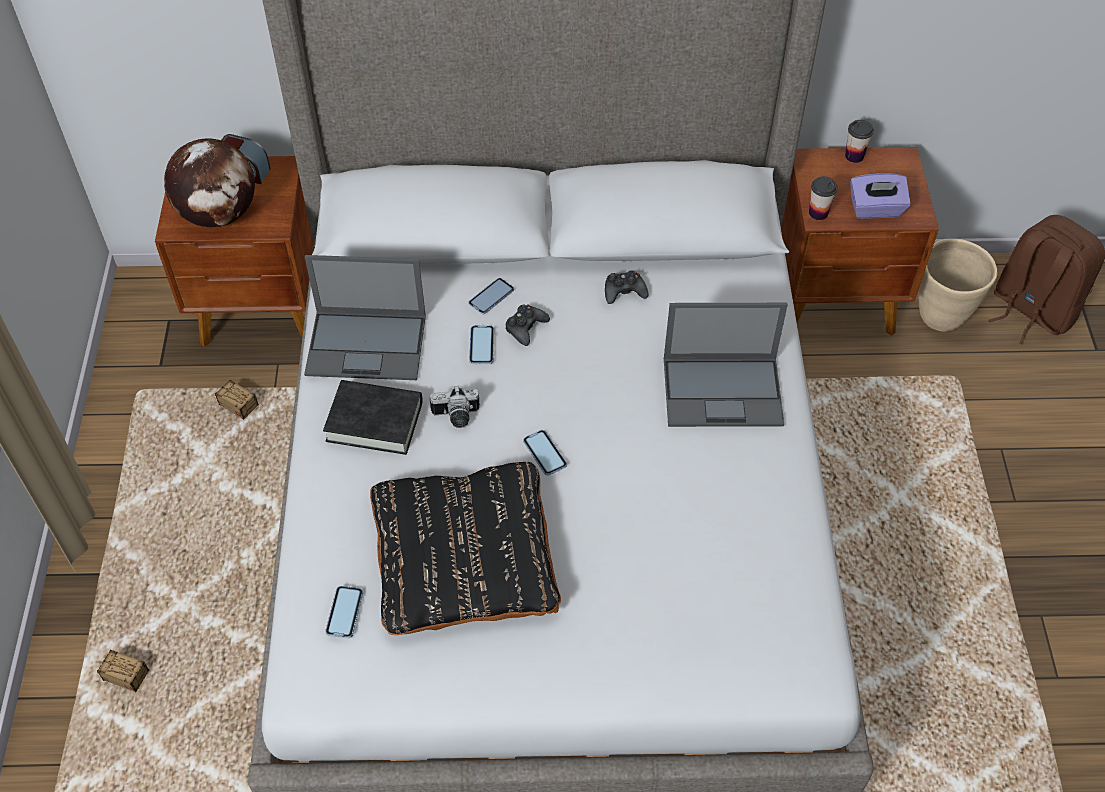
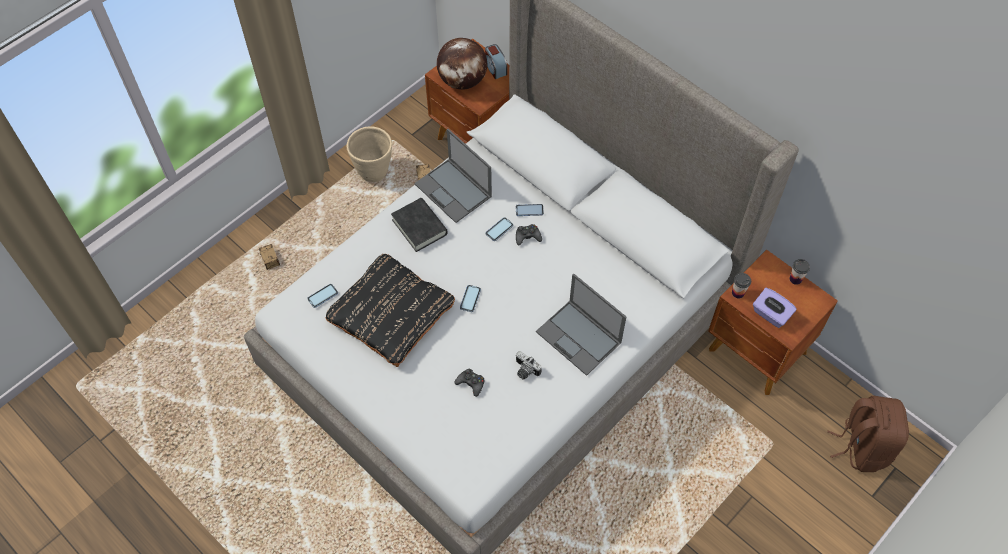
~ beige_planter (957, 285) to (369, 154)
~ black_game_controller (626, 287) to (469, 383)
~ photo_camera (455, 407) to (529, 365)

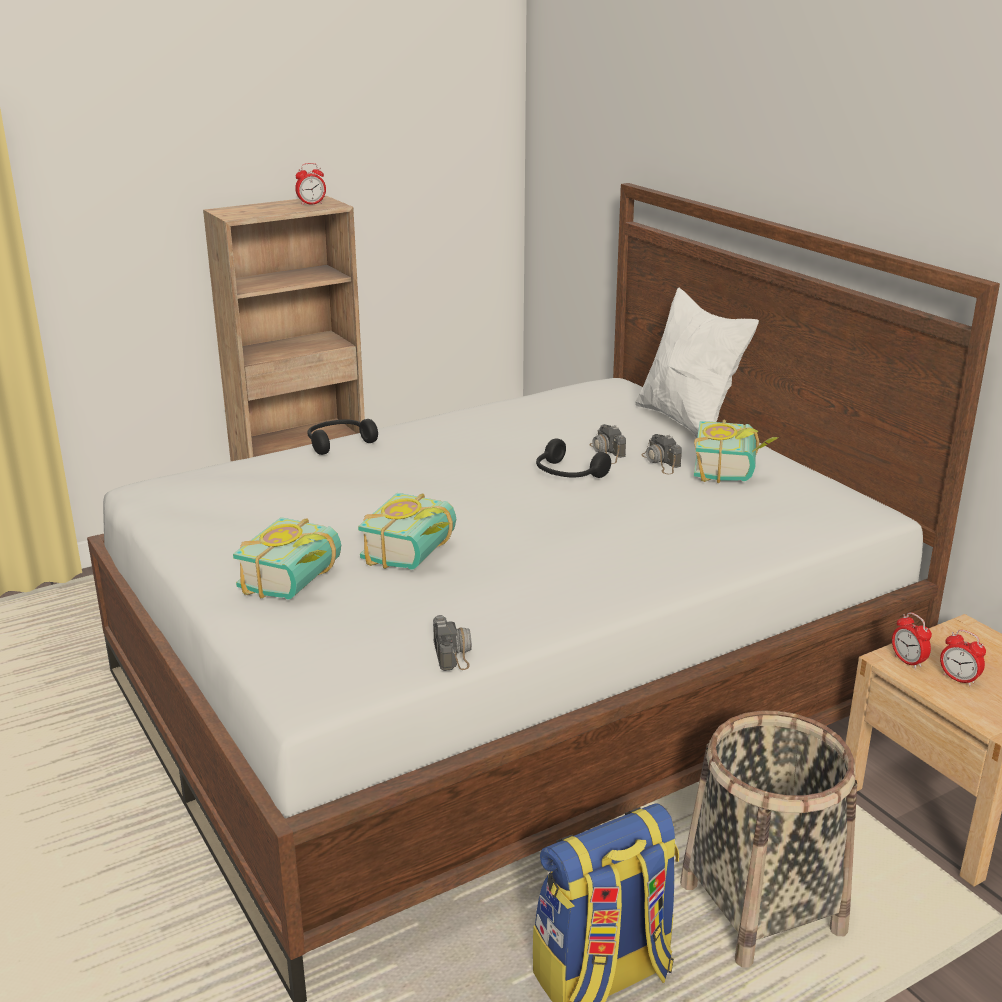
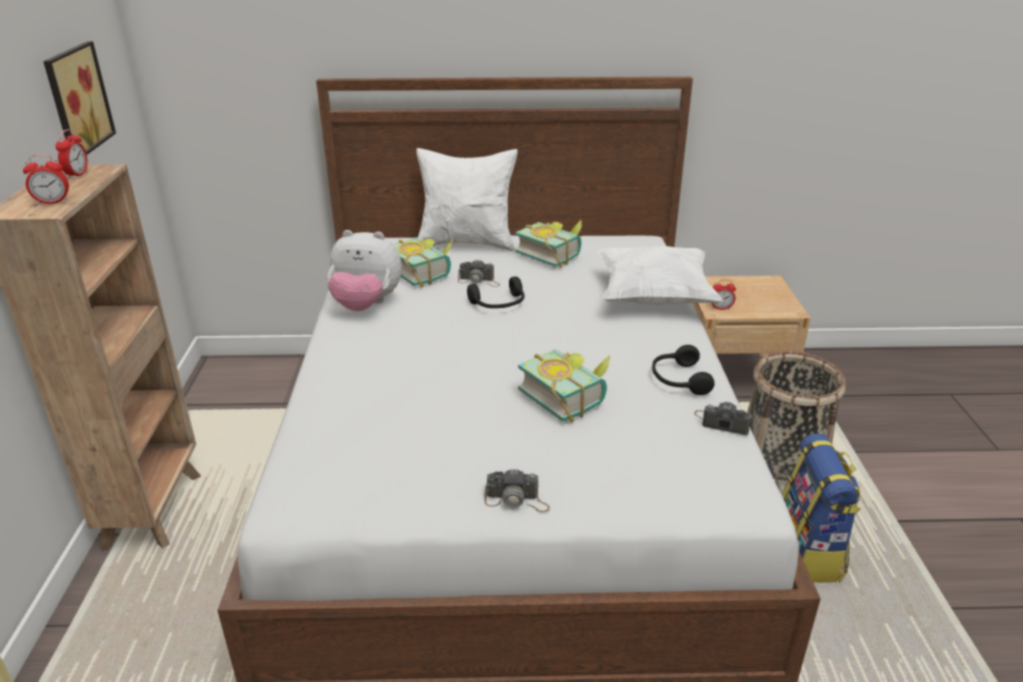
~ black_headphones (342, 437) to (683, 370)
~ photo_camera (661, 454) to (517, 490)
~ book (287, 558) to (424, 262)
~ alarm_clock (963, 658) to (46, 179)
+ picture (79, 98)
+ plush_toy (364, 270)
+ white_pillow (660, 275)

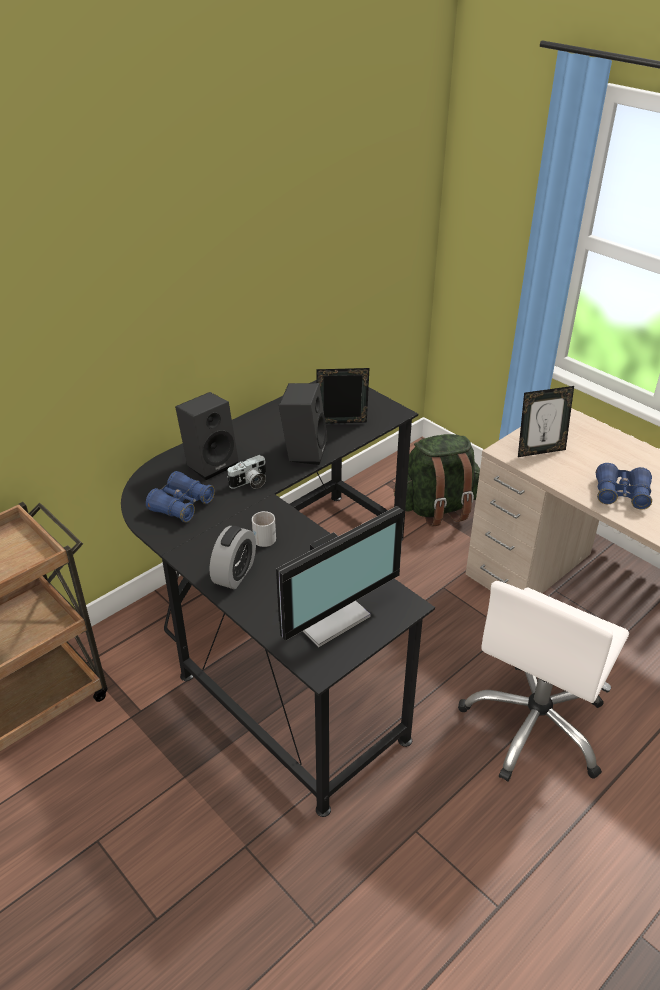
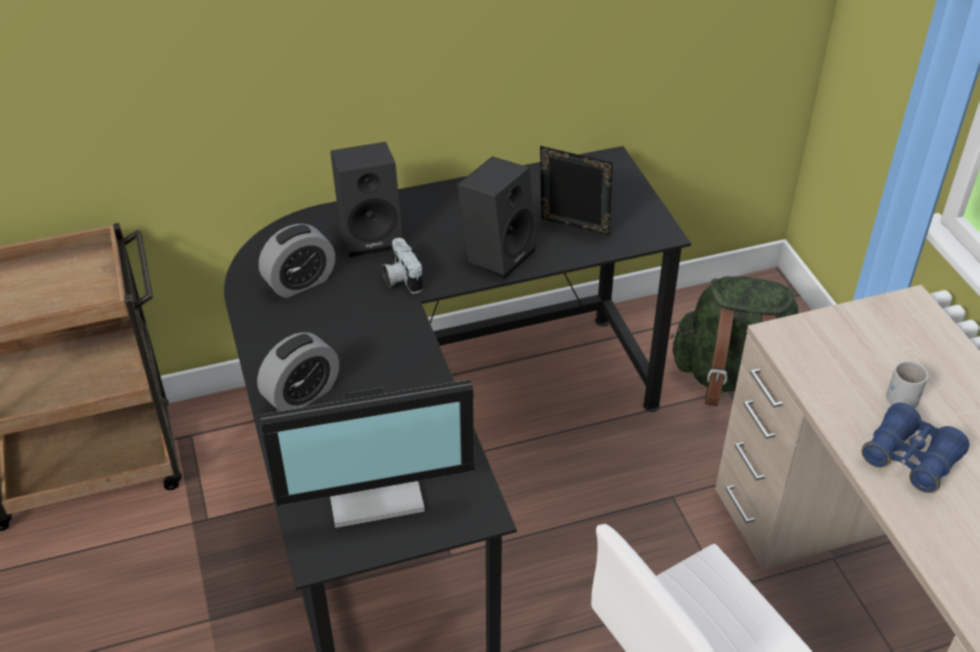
- picture_frame (546, 421)
~ photo_camera (246, 472) = (402, 265) 75 degrees clockwise
~ blue_binoculars (180, 496) to alarm_clock (297, 261)
~ white_mug (264, 529) to (907, 384)

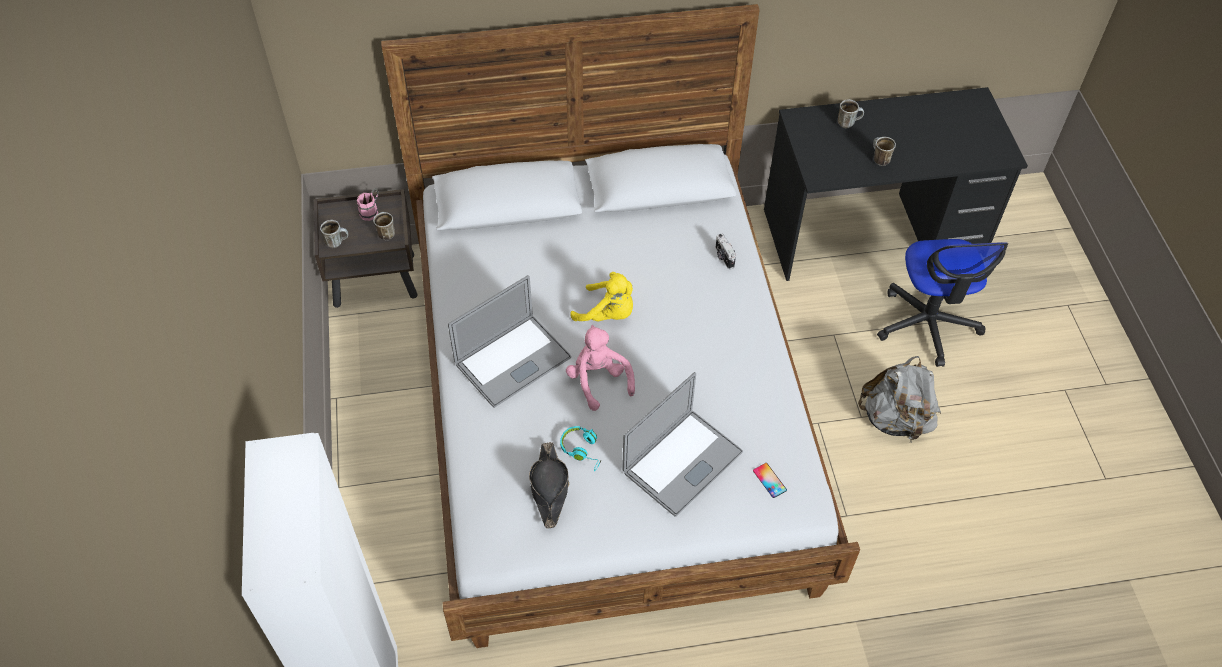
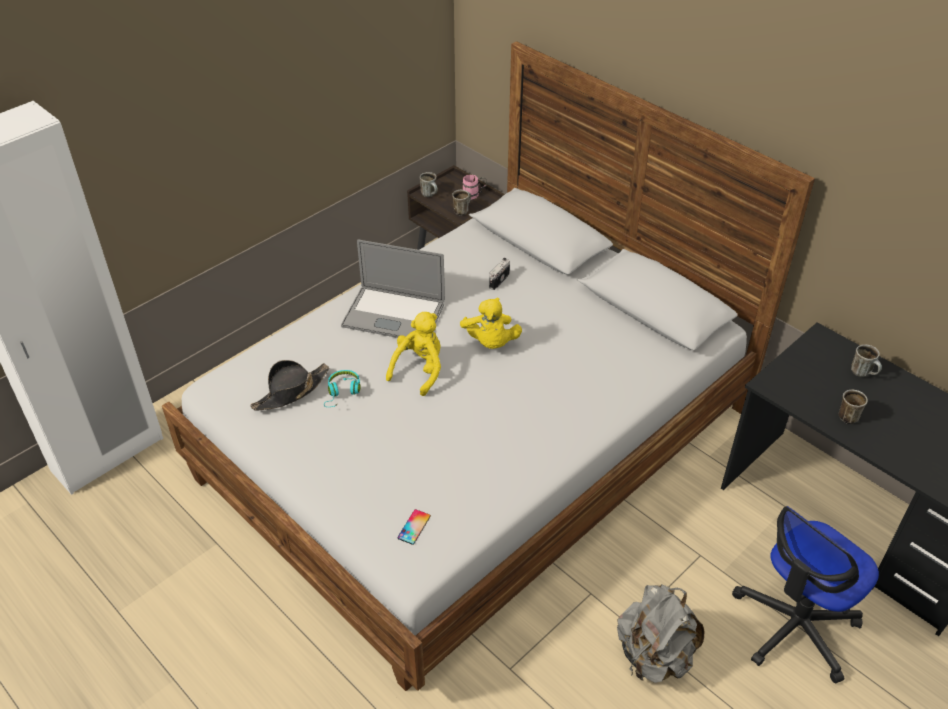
~ photo_camera (725, 251) to (499, 274)
~ pink_plush_toy (600, 368) to yellow_plush_toy (413, 354)
- laptop (682, 444)

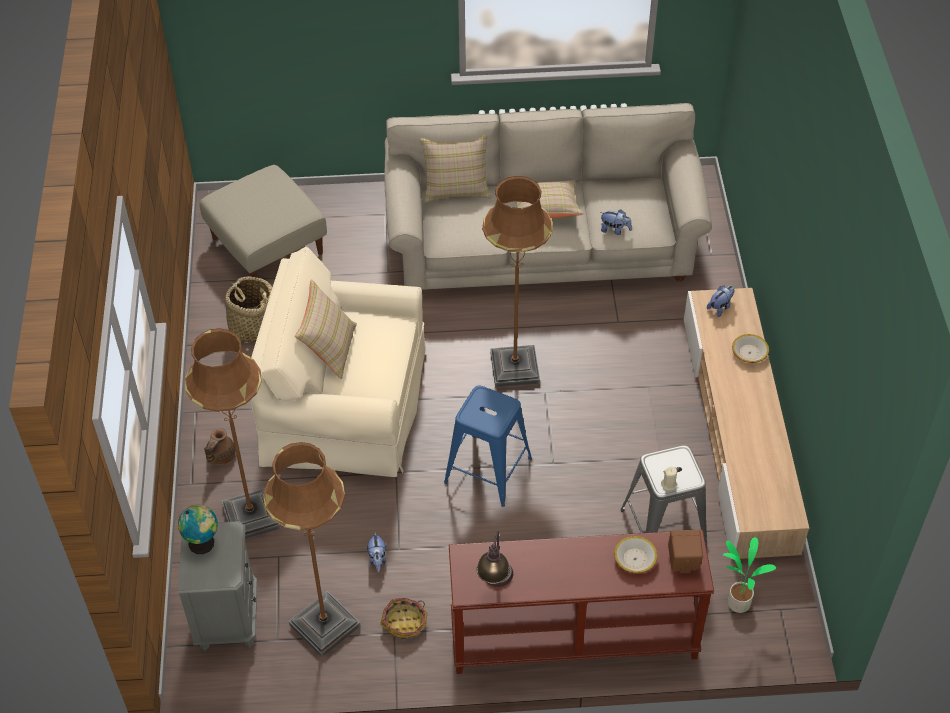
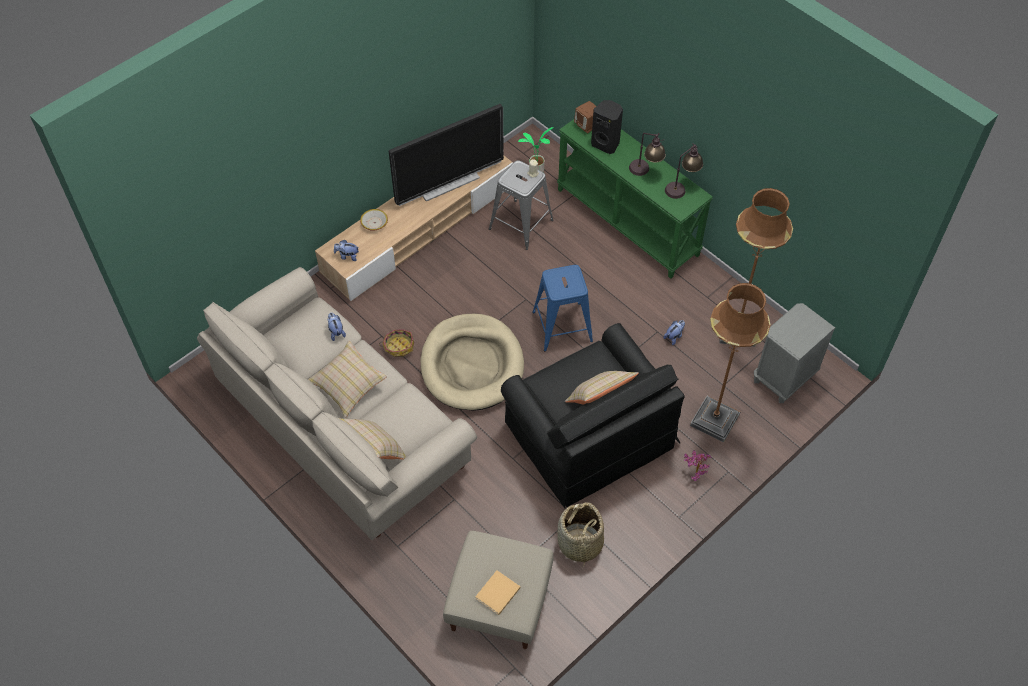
~ brown_floor_lamp (517, 282) to beige_dog_bed (472, 362)
~ beige_armchair (338, 362) to black_armchair (593, 415)
~ brown_teapot (220, 446) to potted_plant (697, 465)
- globe (198, 529)
~ brown_console_table (581, 602) to green_console_table (635, 199)
~ bowl (636, 554) to black_speaker (607, 127)
~ basket (403, 618) to (396, 343)
+ television (446, 155)
+ table_lamp (647, 154)
+ beige_book (497, 592)

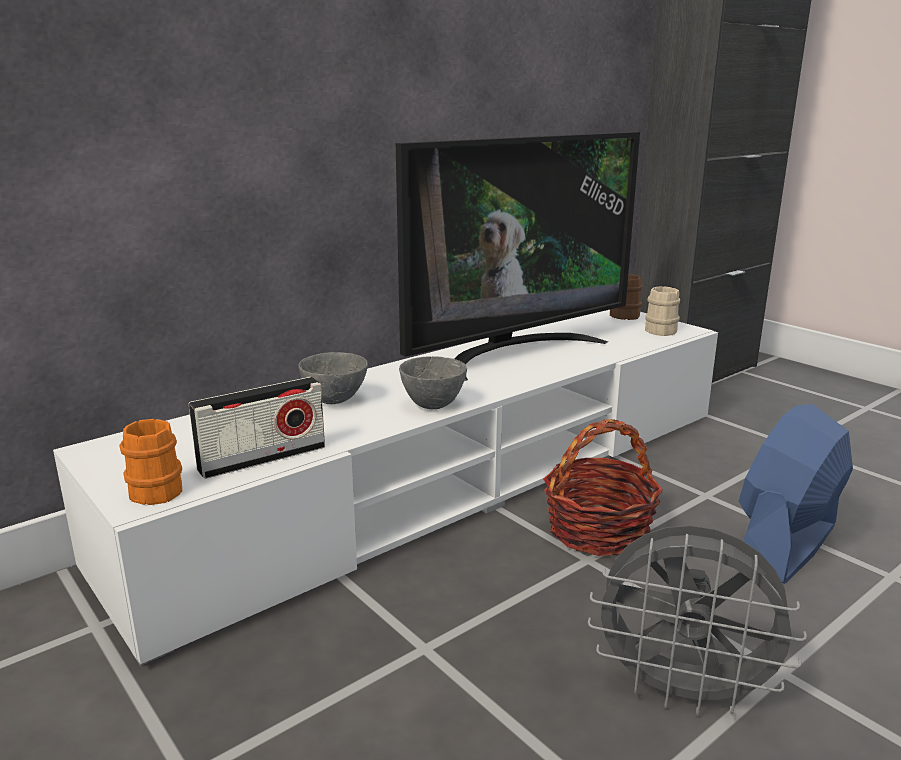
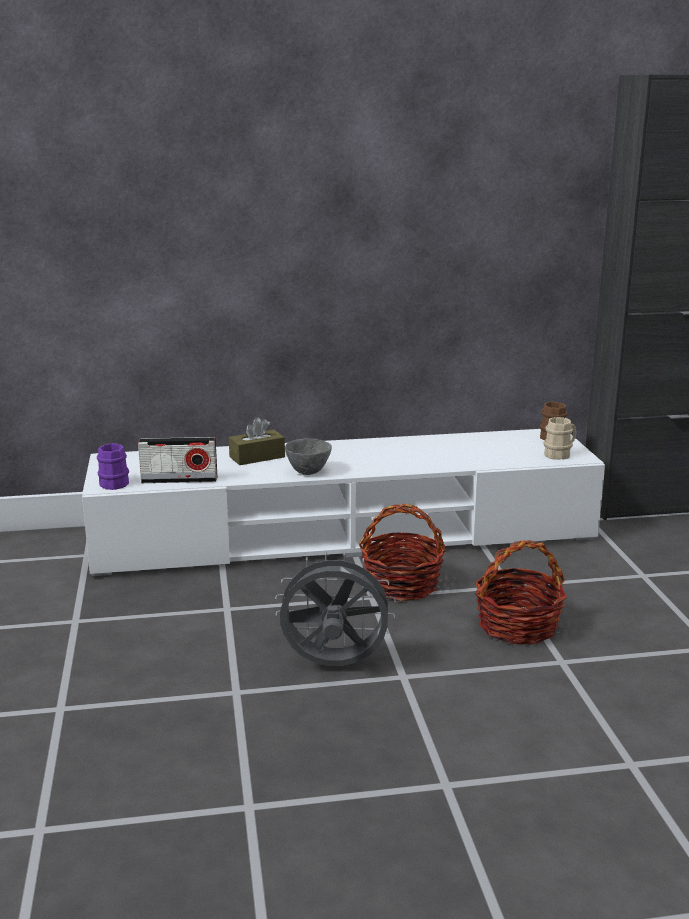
- television (518, 256)
~ grey_bowl (333, 378) to brown_tissue_box (257, 441)
~ blue_fan (796, 494) to basket (521, 592)
~ orange_mug (151, 462) to purple_mug (113, 466)
~ grey_fan (697, 621) = (335, 608) 135 degrees clockwise

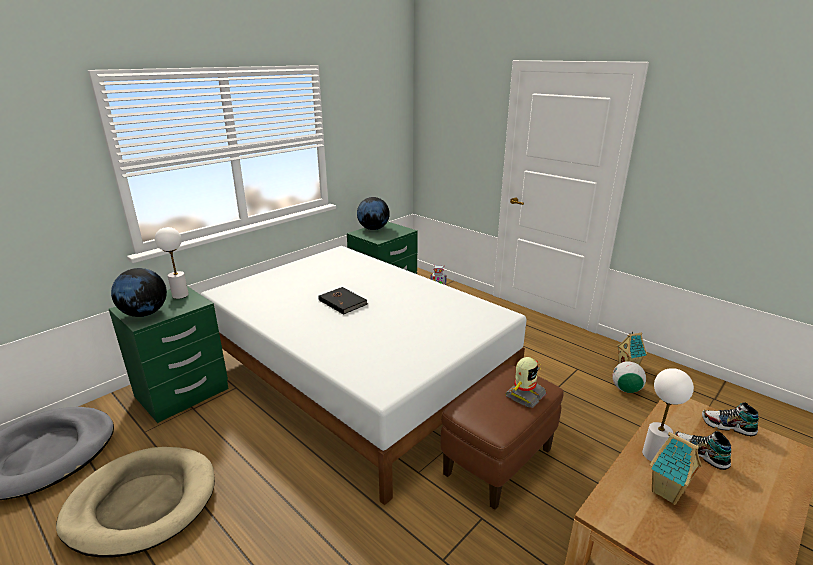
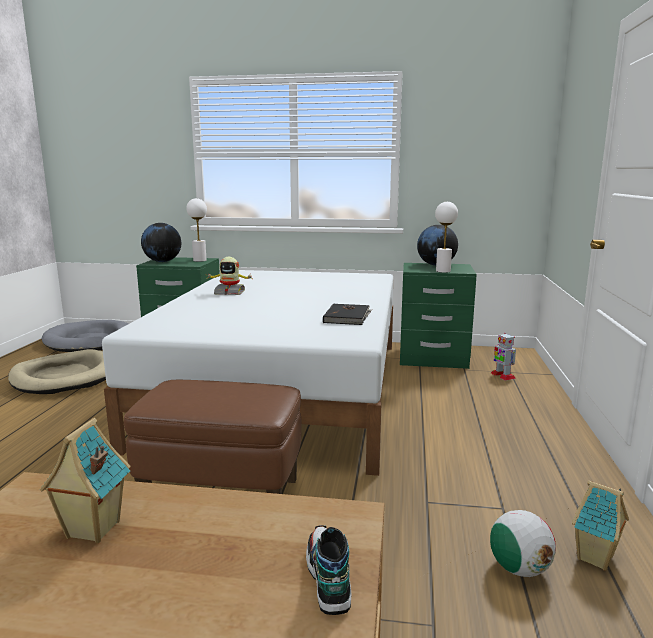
~ black_book (343, 301) to (347, 314)
~ toy_robot (526, 382) to (230, 276)
~ white_table_lamp (668, 415) to (446, 237)
- shoe (703, 450)

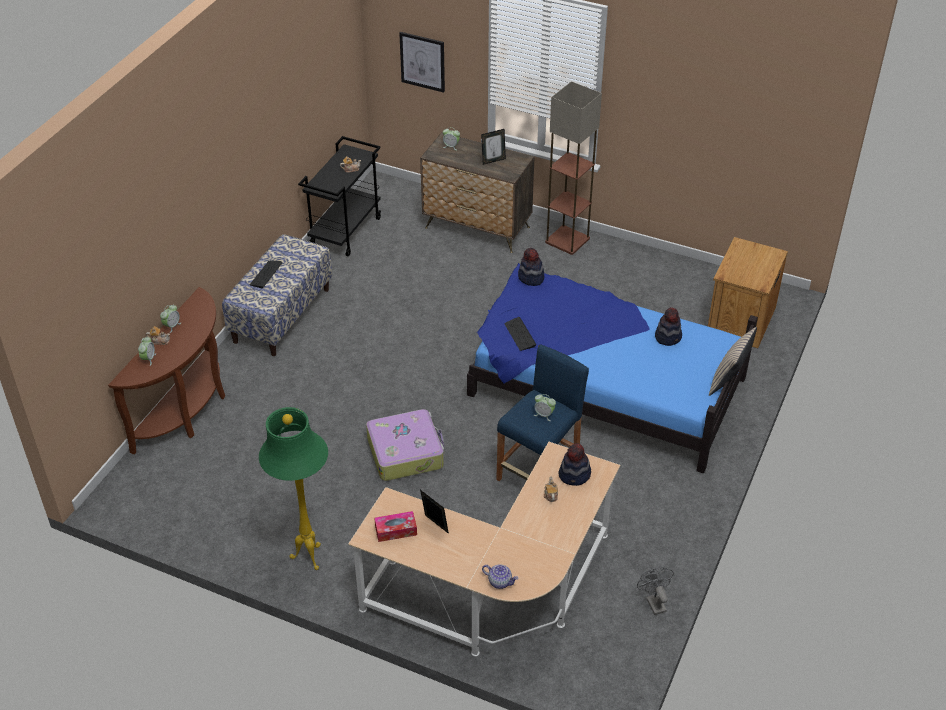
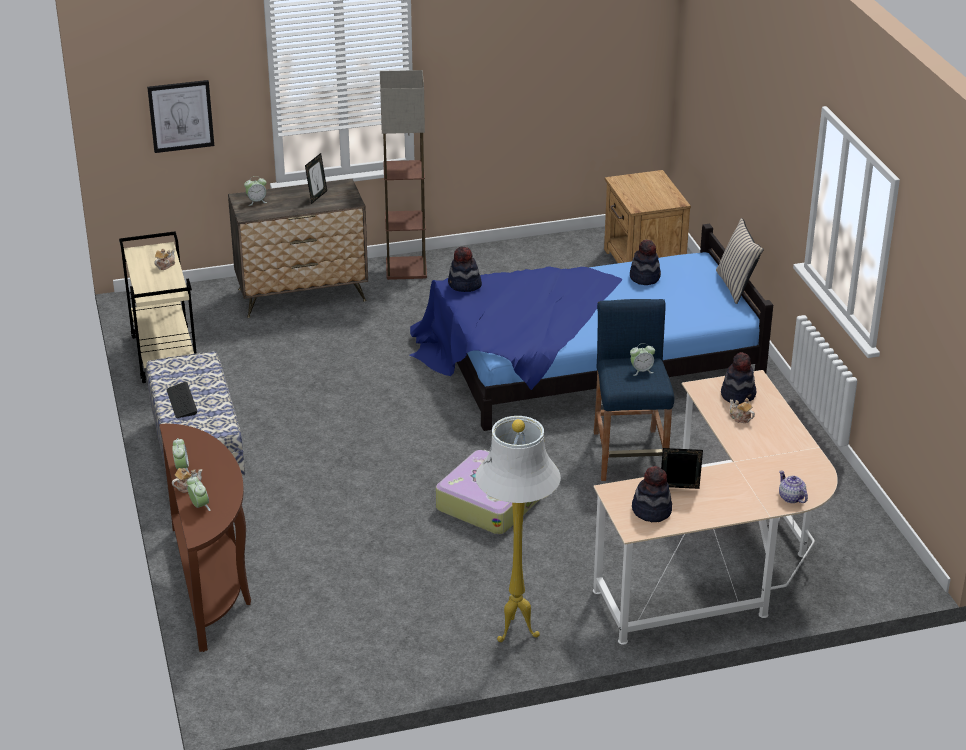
~ black_cart (339, 196) to beige_cart (157, 307)
- keyboard (520, 334)
~ green_floor_lamp (293, 488) to white_floor_lamp (518, 529)
~ tissue_box (395, 526) to hat (652, 494)
~ teapot (500, 576) = (793, 487) 105 degrees counterclockwise
- grey_fan (655, 591)

